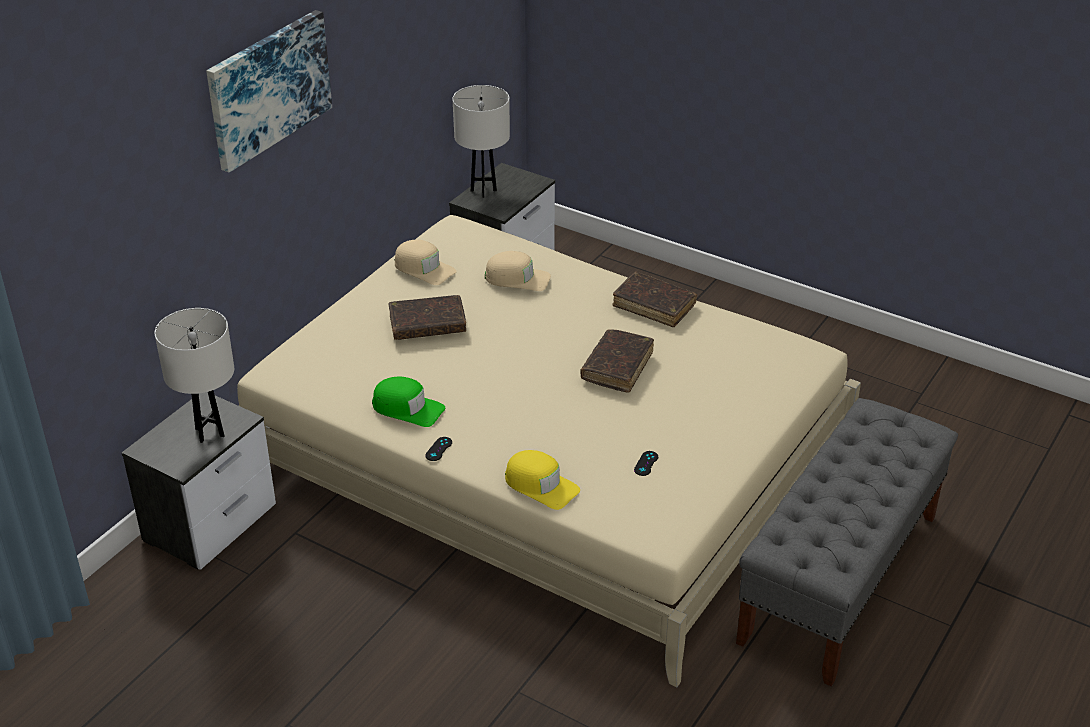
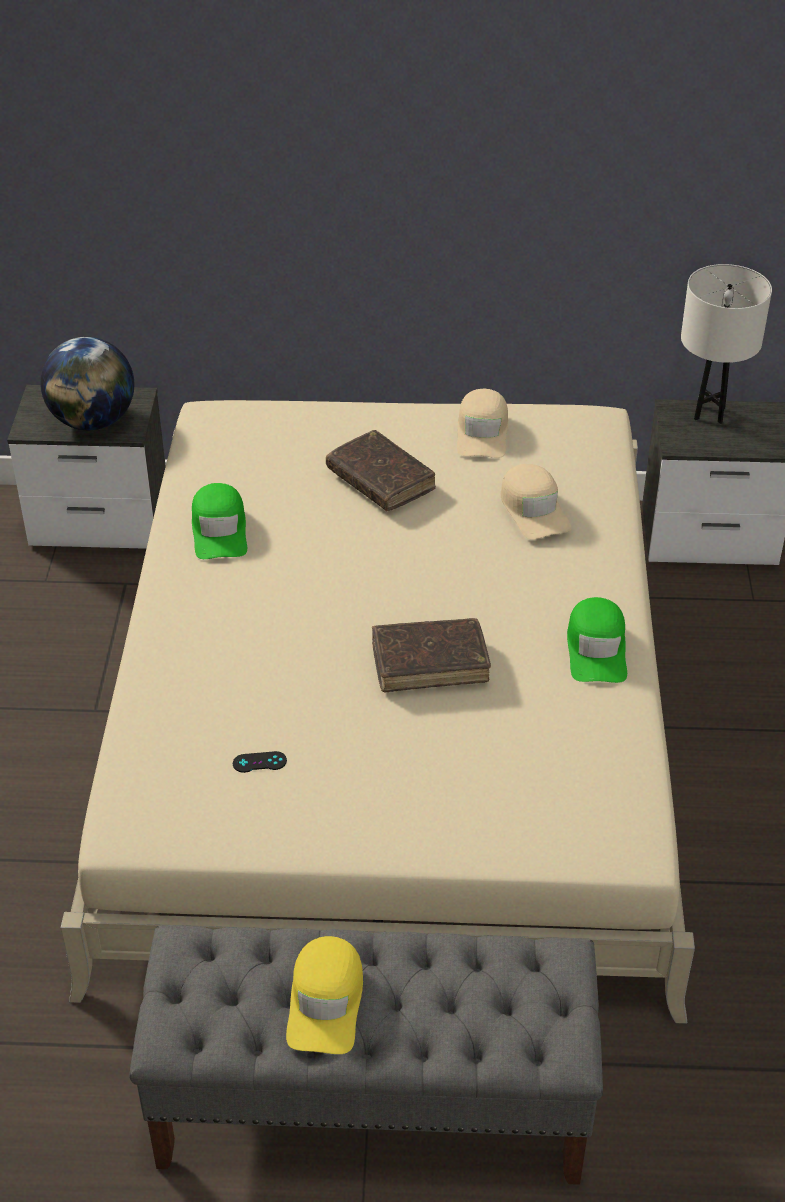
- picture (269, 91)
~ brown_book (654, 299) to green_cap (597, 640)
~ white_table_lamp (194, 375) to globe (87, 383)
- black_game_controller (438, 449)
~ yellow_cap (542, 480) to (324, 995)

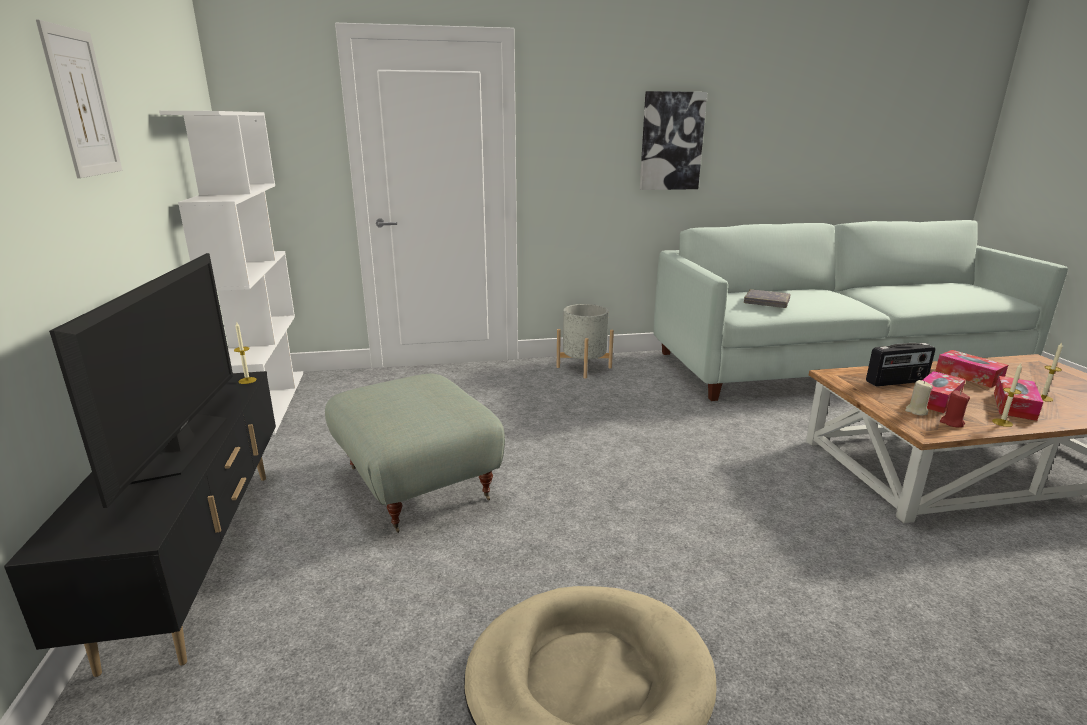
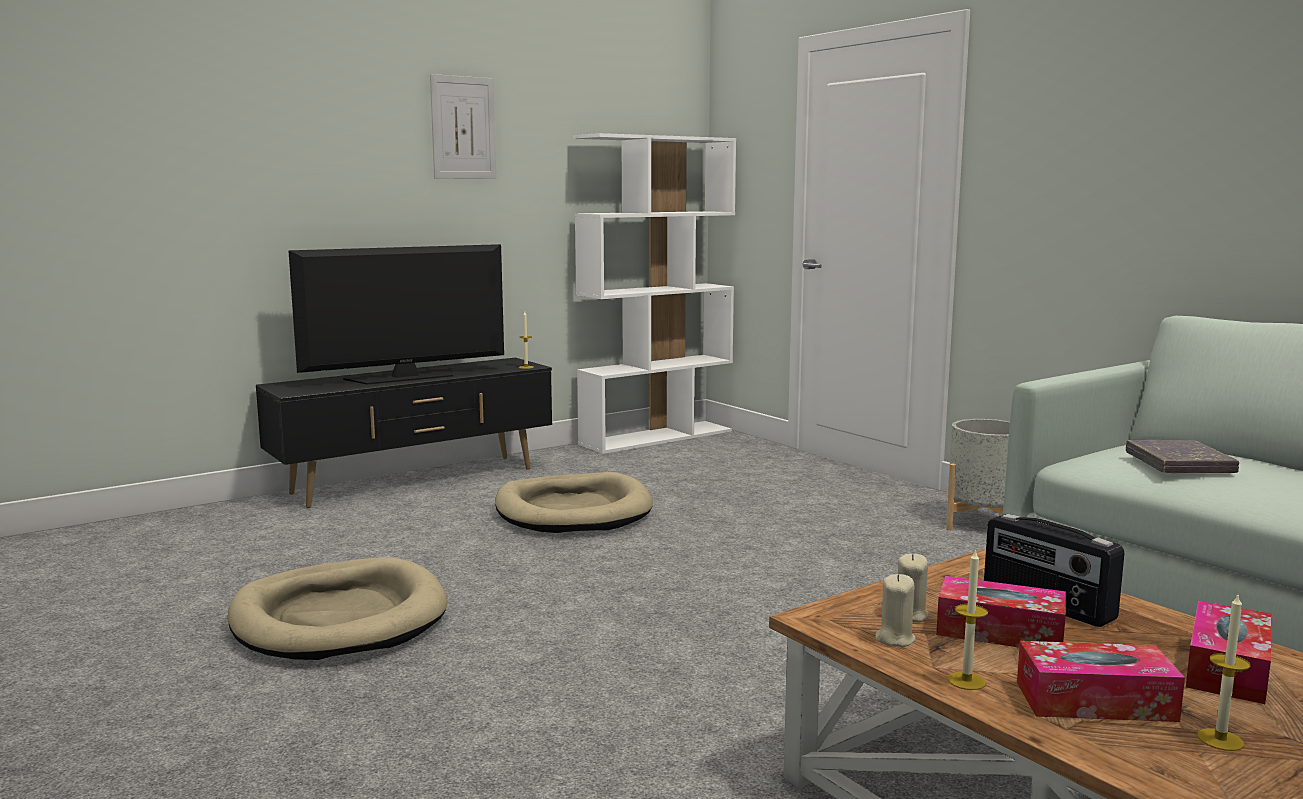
- picture (673, 140)
~ grey_ottoman (415, 453) to beige_dog_bed (574, 502)
~ red_candle (955, 408) to beige_candle (895, 610)

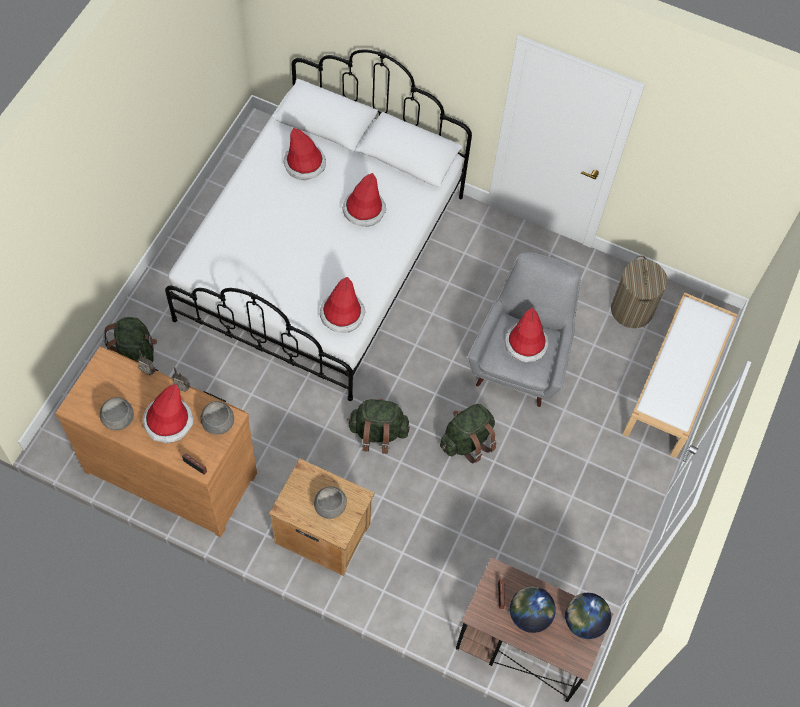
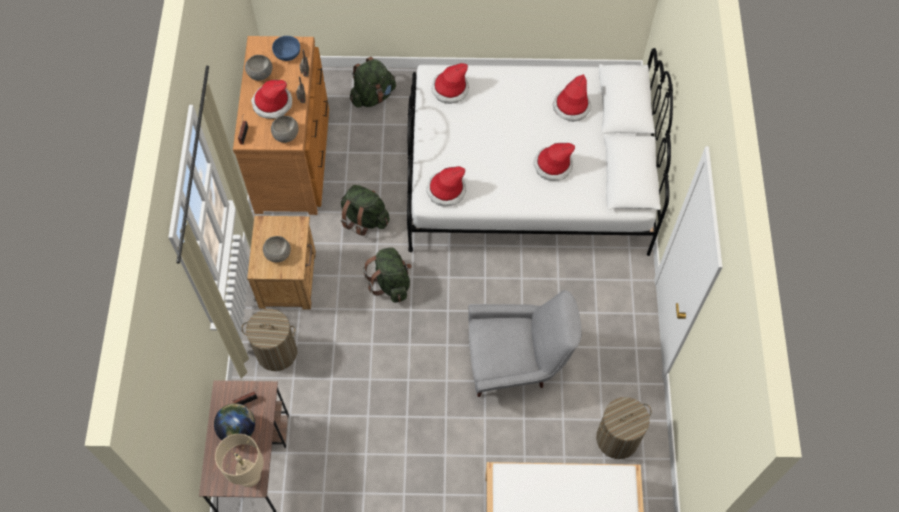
~ hat (527, 335) to (450, 83)
~ green_backpack (468, 433) to (365, 210)
~ globe (588, 616) to beige_table_lamp (239, 460)
+ blue_bowl (286, 48)
+ laundry_basket (269, 340)

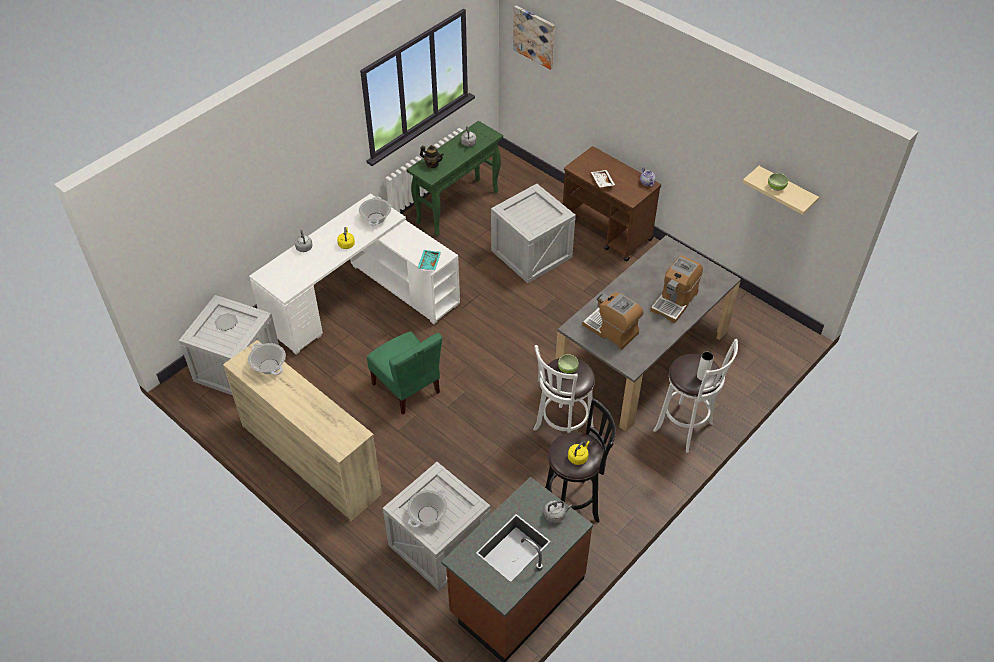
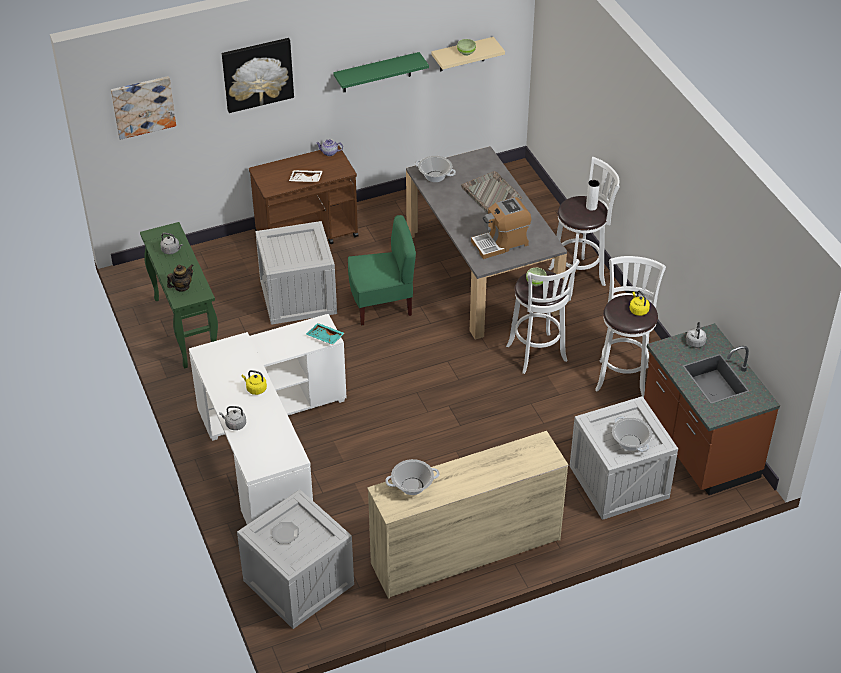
~ cooking_pot (375, 211) to (435, 169)
~ coffee_machine (676, 289) to grey_tray (492, 192)
~ green_chair (405, 373) to (382, 270)
~ black_stool (580, 460) to white_stool (630, 326)
+ picture (258, 75)
+ green_shelf (381, 72)

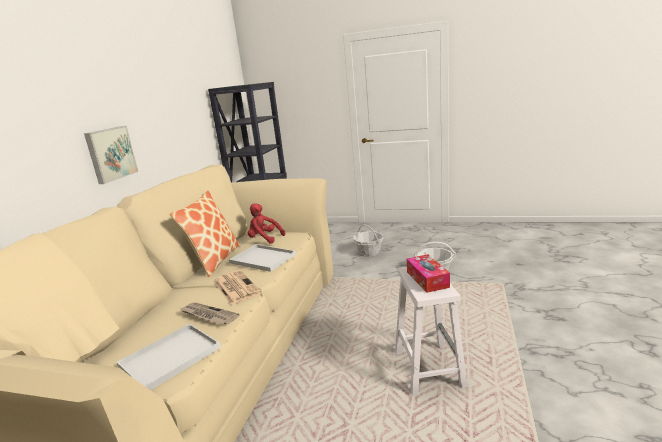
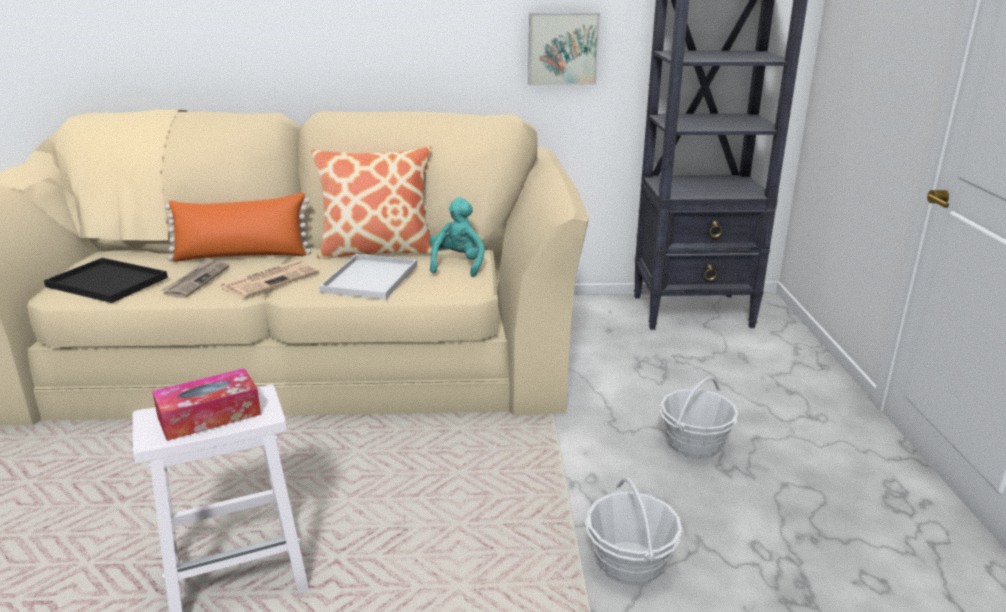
~ picture (111, 155) to (564, 48)
~ red_plush_toy (266, 223) to turquoise_plush_toy (457, 237)
~ white_tray (169, 356) to black_tray (106, 280)
+ orange_pillow (238, 227)

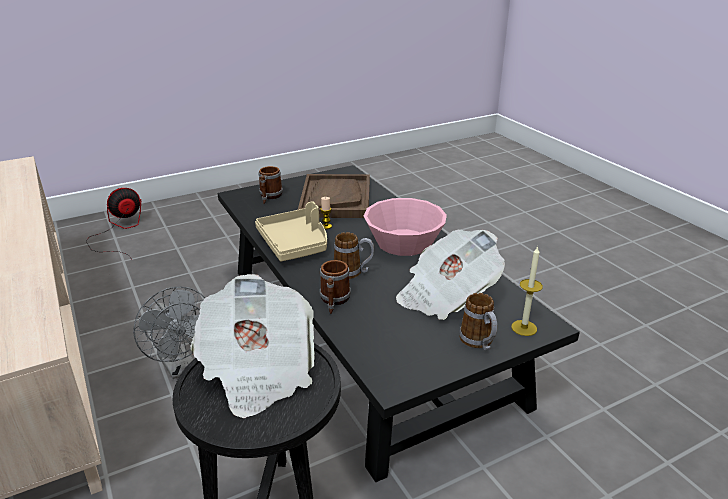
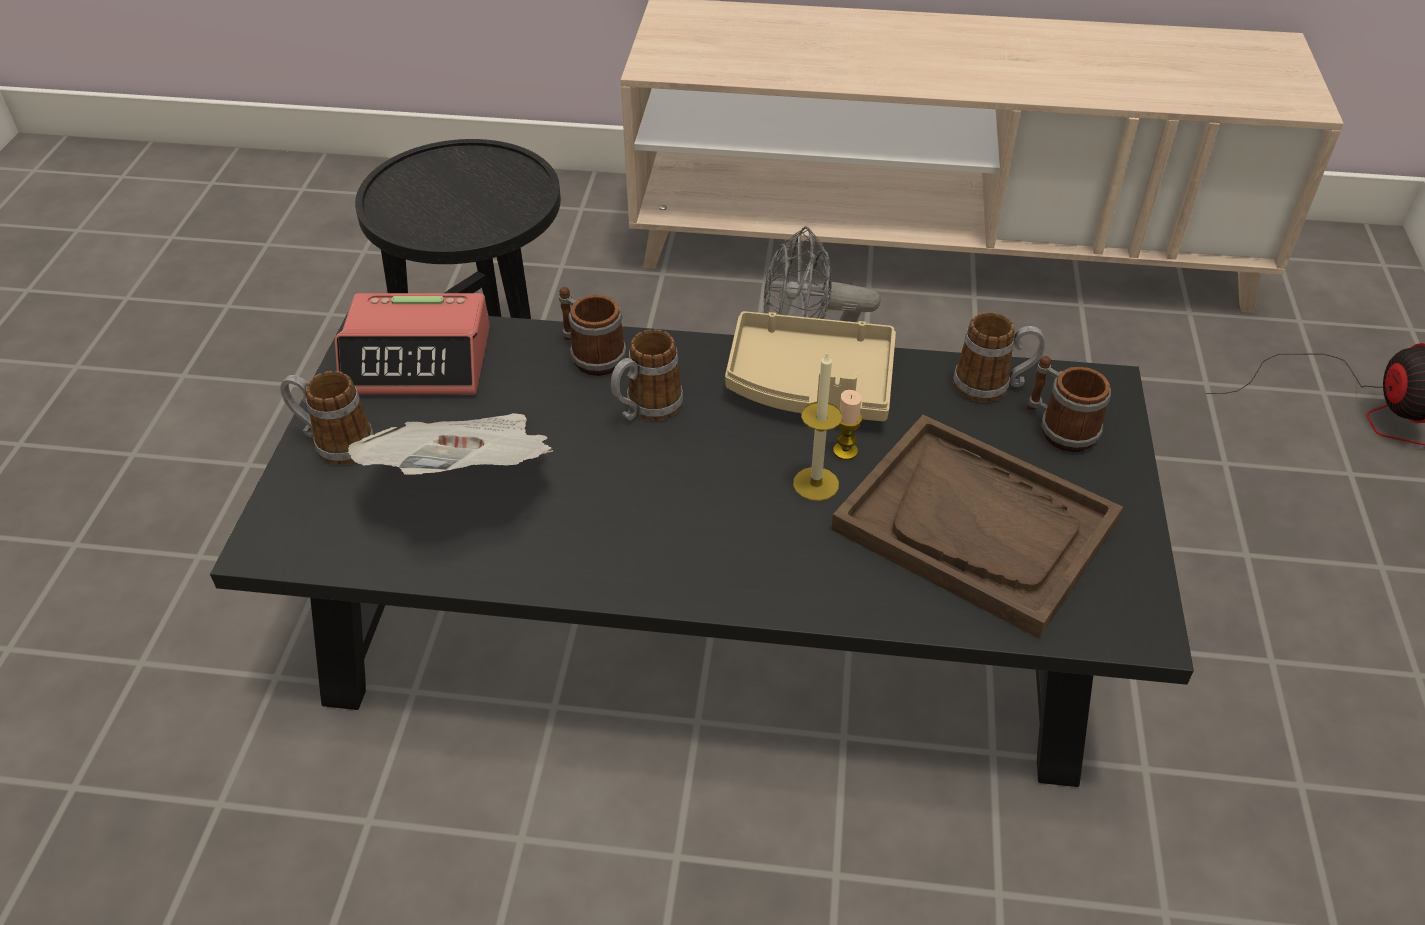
- pink_bowl (405, 227)
~ candle (527, 291) to (817, 426)
- newspaper (252, 346)
+ alarm_clock (412, 343)
+ mug (999, 357)

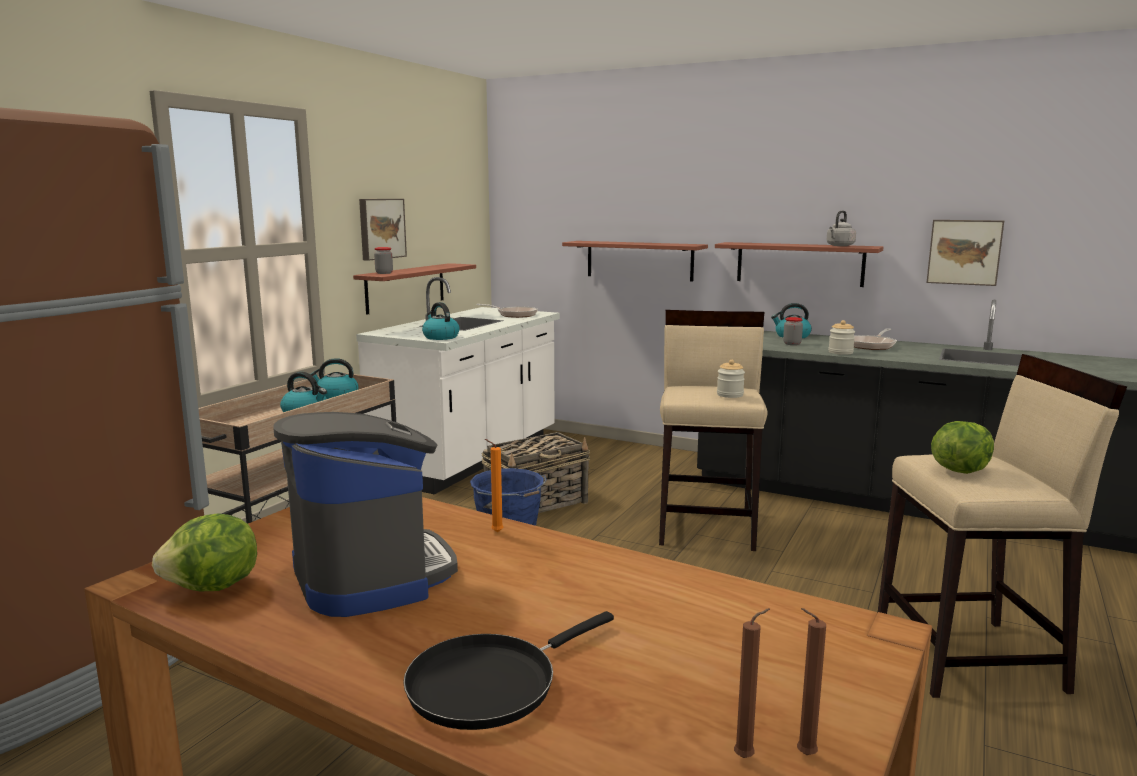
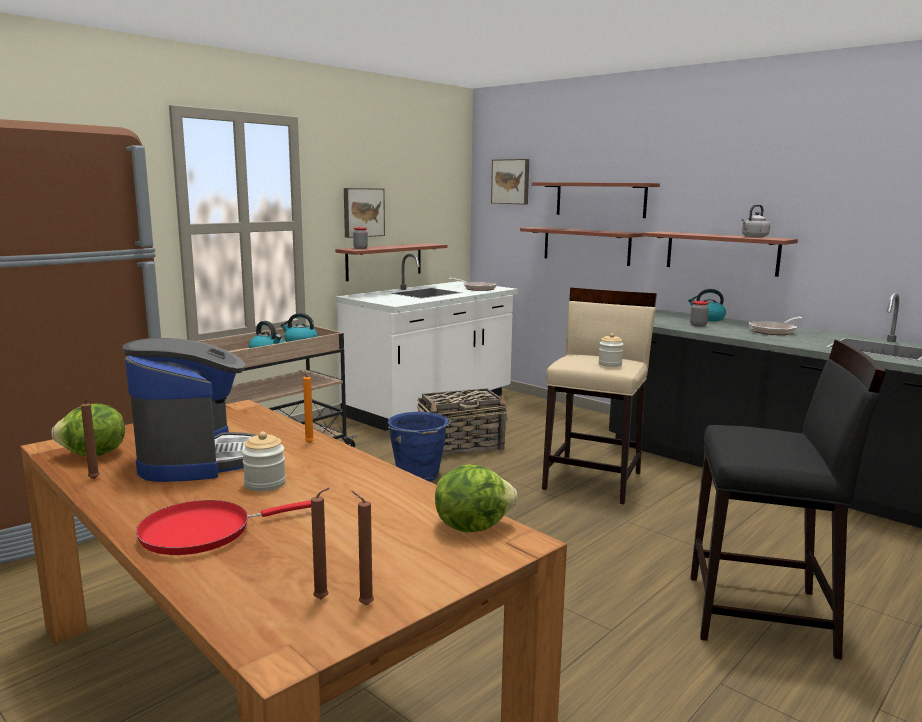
~ picture (965, 253) to (510, 181)
- kettle (441, 321)
~ jar (841, 337) to (264, 461)
~ beige_stool (1002, 526) to black_stool (788, 499)
~ lettuce (962, 447) to (476, 498)
~ black_frying_pan (508, 670) to red_frying_pan (223, 527)
+ shelf (596, 200)
+ brown_candle (90, 438)

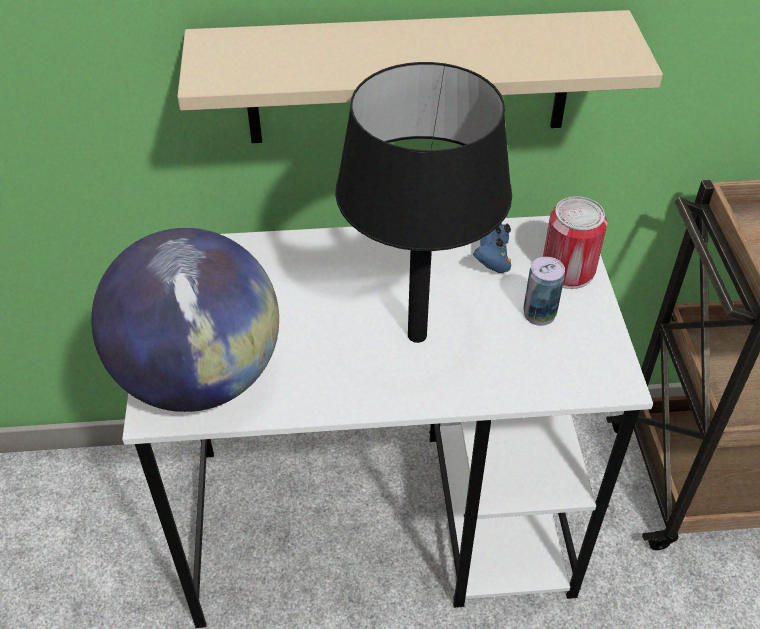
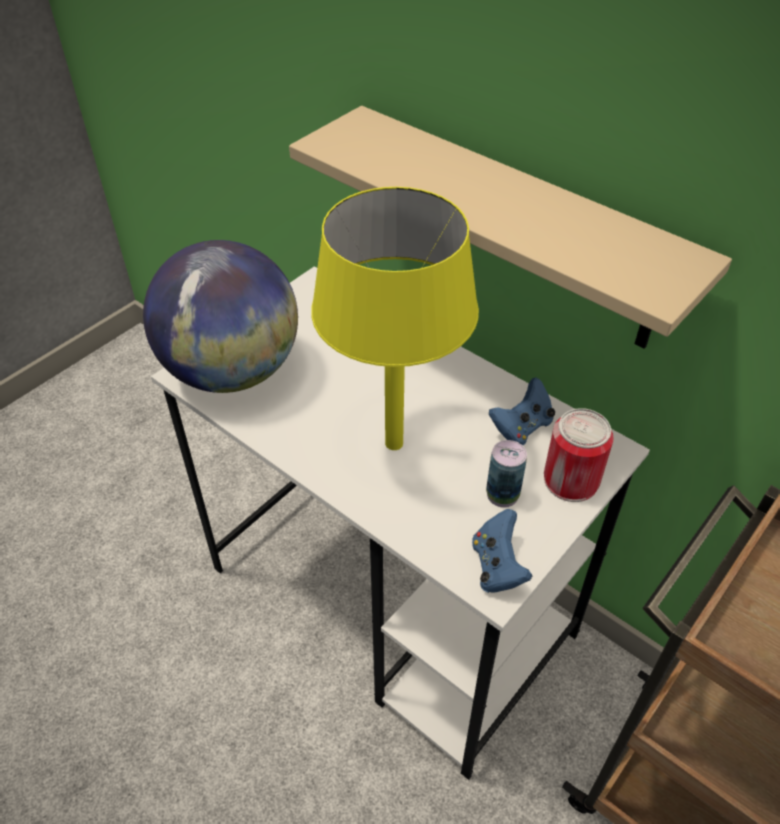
~ black_table_lamp (423, 202) to yellow_table_lamp (395, 318)
+ blue_game_controller (502, 551)

